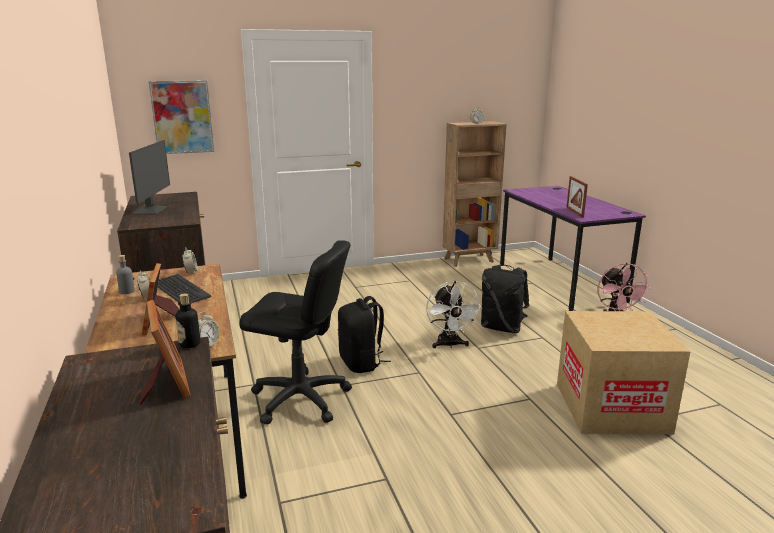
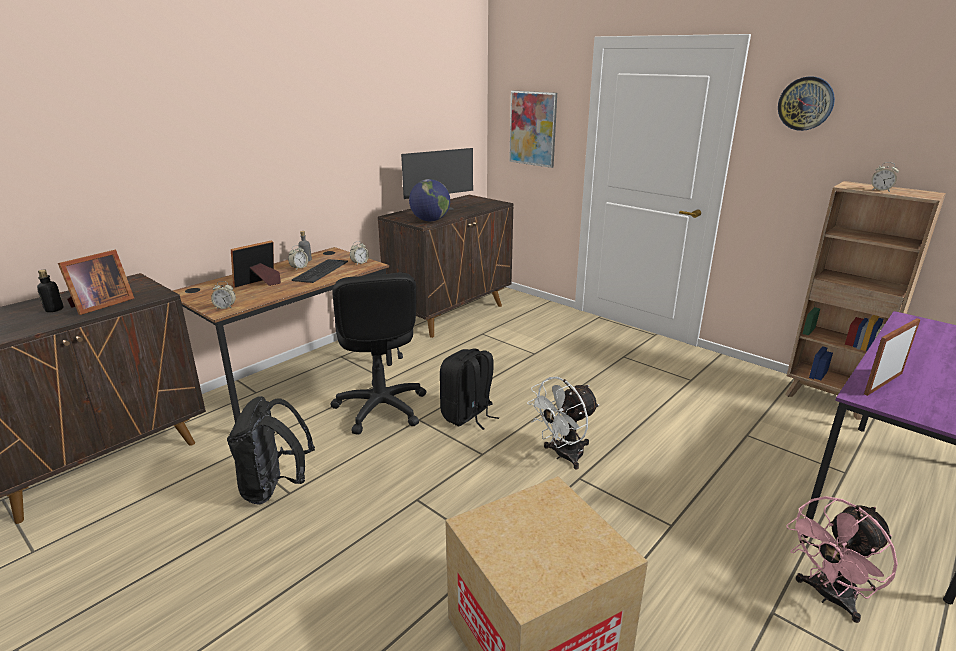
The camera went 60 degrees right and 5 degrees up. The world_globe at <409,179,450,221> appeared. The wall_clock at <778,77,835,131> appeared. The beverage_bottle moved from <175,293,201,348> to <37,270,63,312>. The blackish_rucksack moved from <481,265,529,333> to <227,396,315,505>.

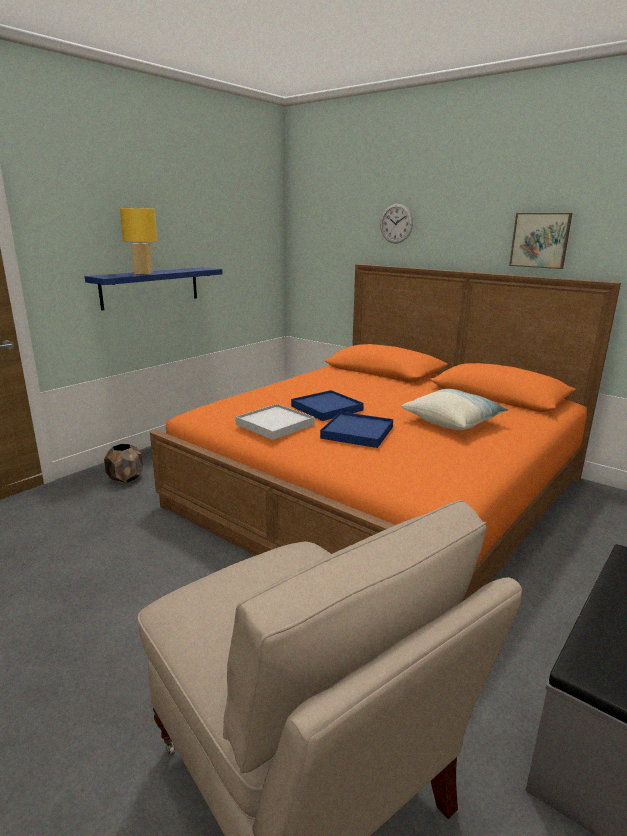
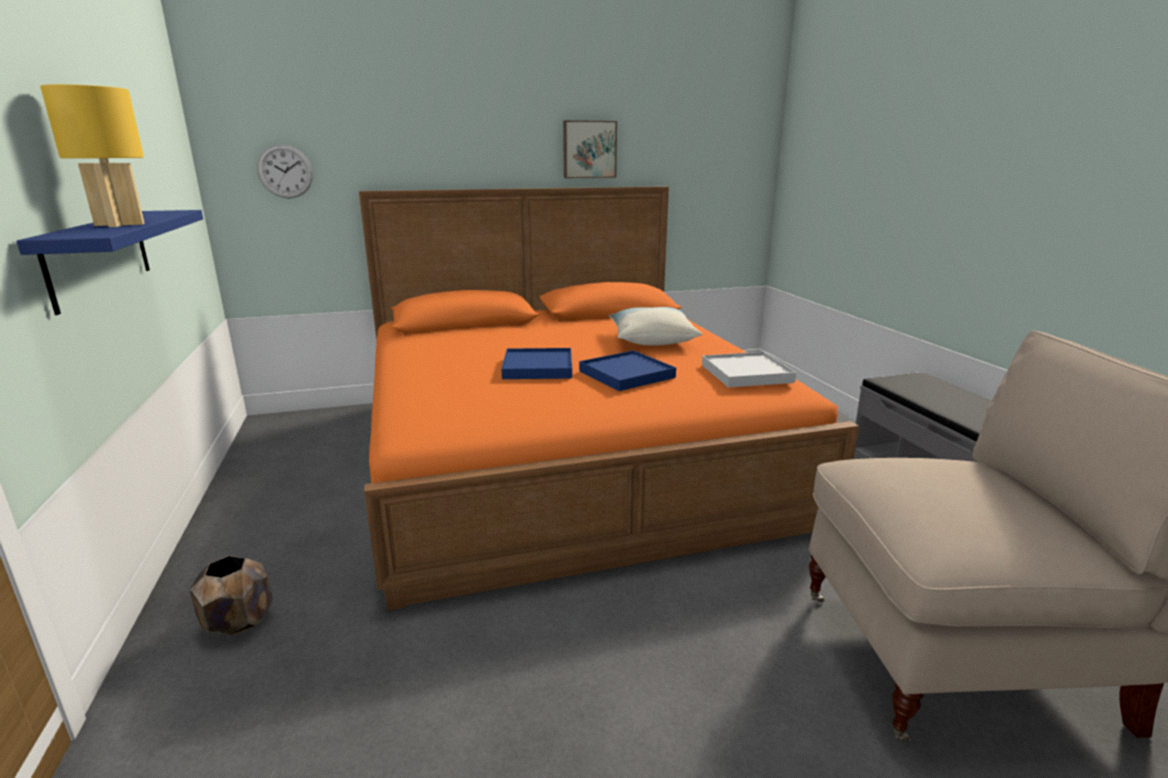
The camera went 55 degrees left and 0 degrees up. The white_serving_tray moved from <235,404,315,440> to <702,352,796,388>. The wall_clock moved from <380,204,413,244> to <257,144,313,198>.

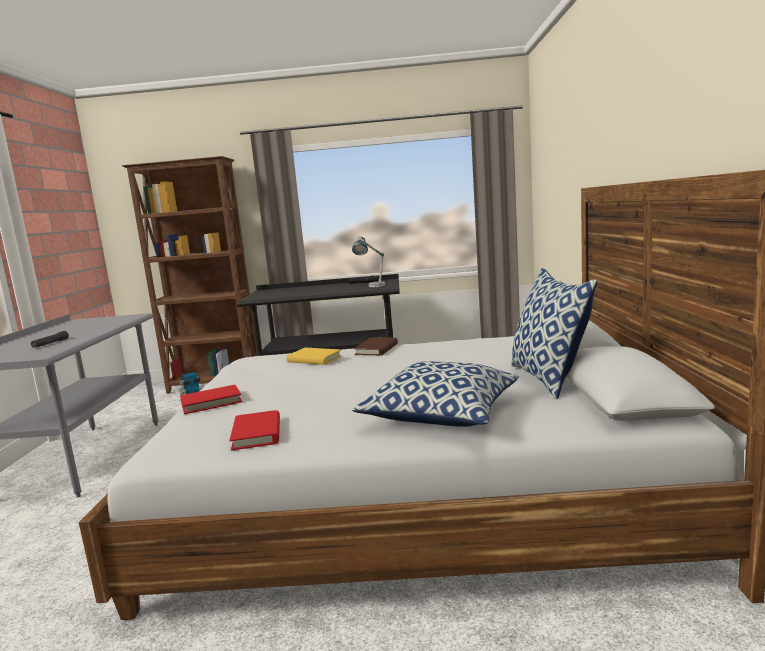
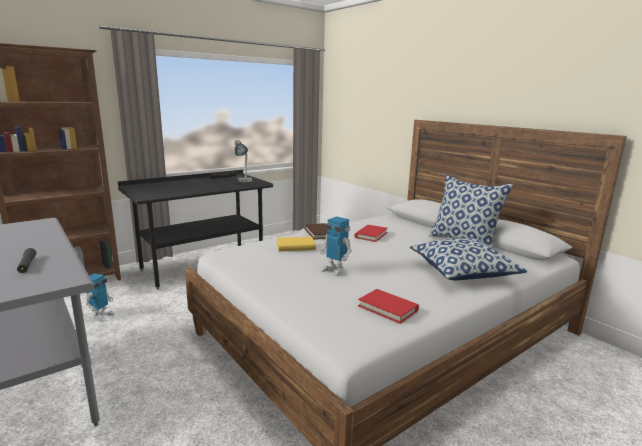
The camera went 40 degrees left and 5 degrees up. The model_robot at <320,216,352,276> appeared. The red_volume moved from <180,385,242,414> to <355,225,388,242>.

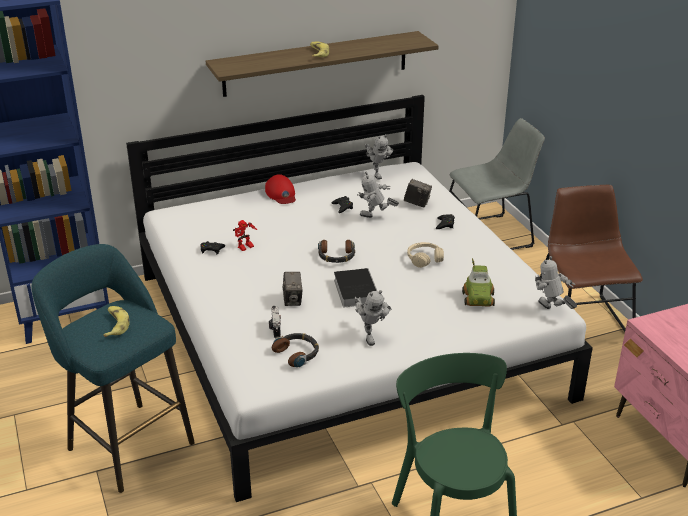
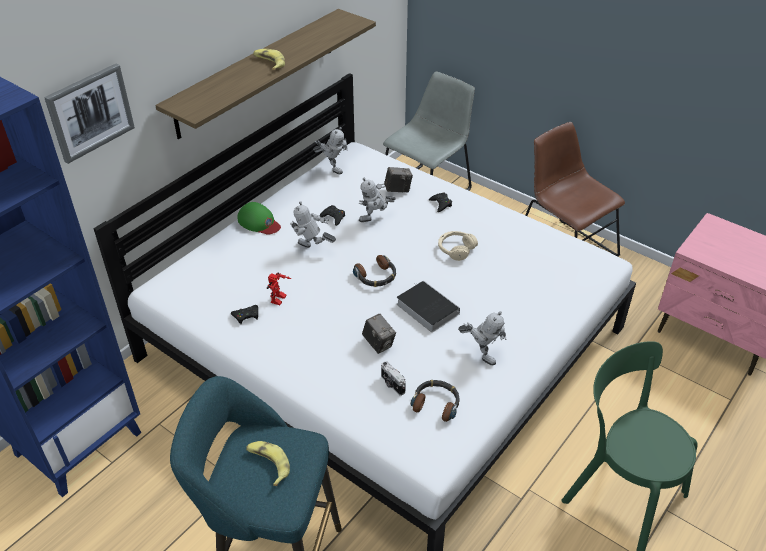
The camera went 30 degrees left and 10 degrees up. The model_car at <462,258,495,306> disappeared. The picture at <44,63,135,164> appeared. The model_robot moved from <535,256,577,309> to <290,201,336,248>. The red_baseball_cap at <265,174,296,204> became the greenish_baseball_cap at <237,202,281,234>.

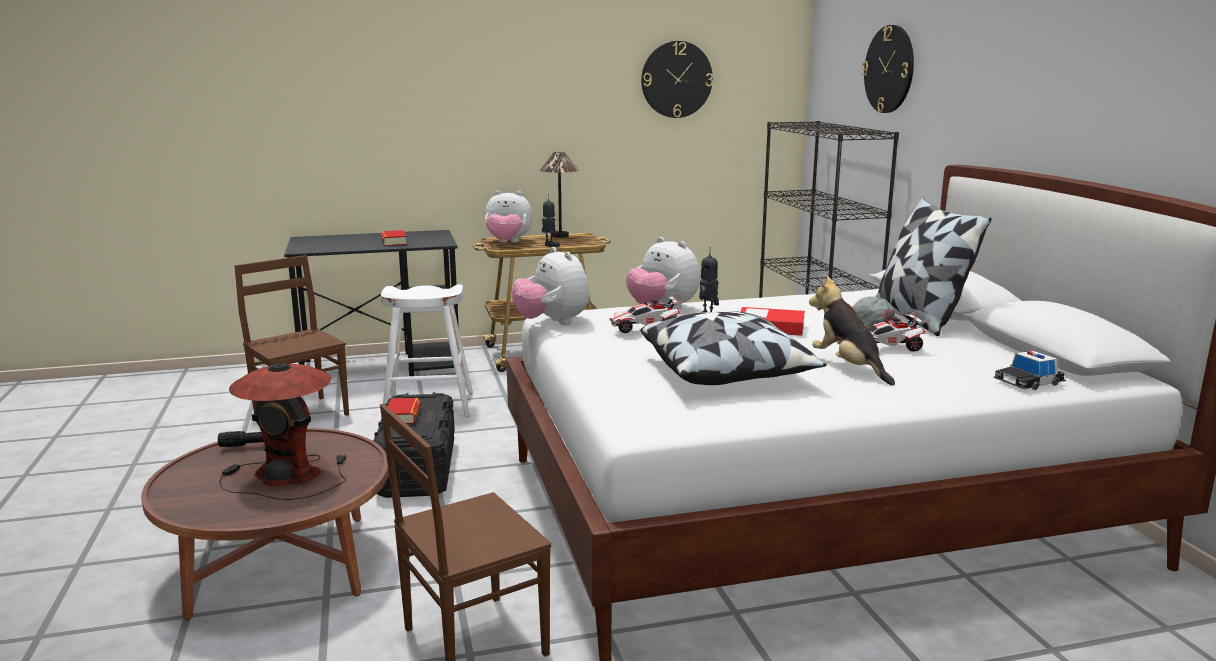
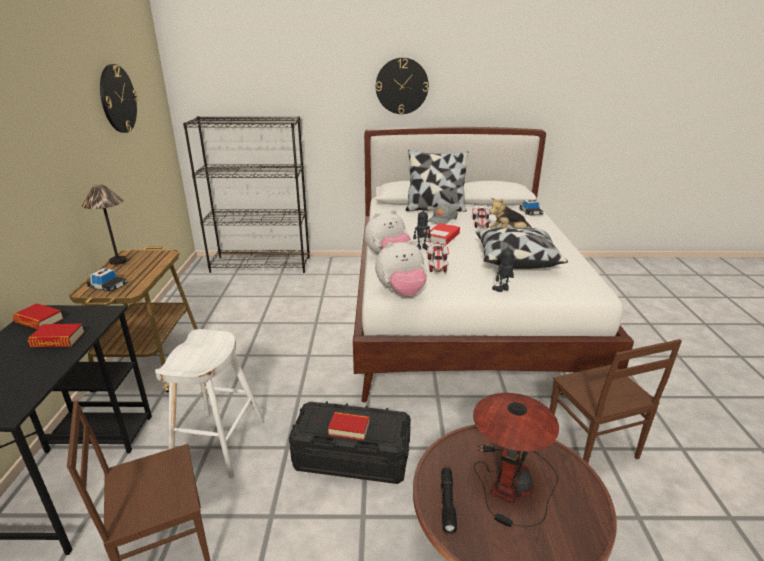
The camera went 75 degrees left and 10 degrees up. The volume at <12,303,64,329> appeared. The model_robot moved from <542,194,560,247> to <492,242,514,292>. The wall_clock moved from <862,25,914,113> to <376,57,429,114>. The cuddly_toy at <485,191,533,242> was replaced by the model_car at <86,268,129,292>.

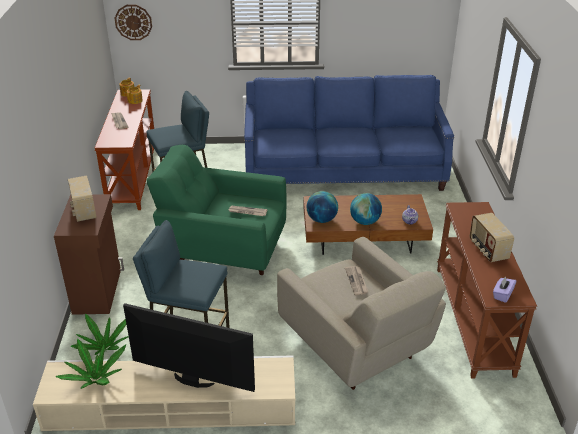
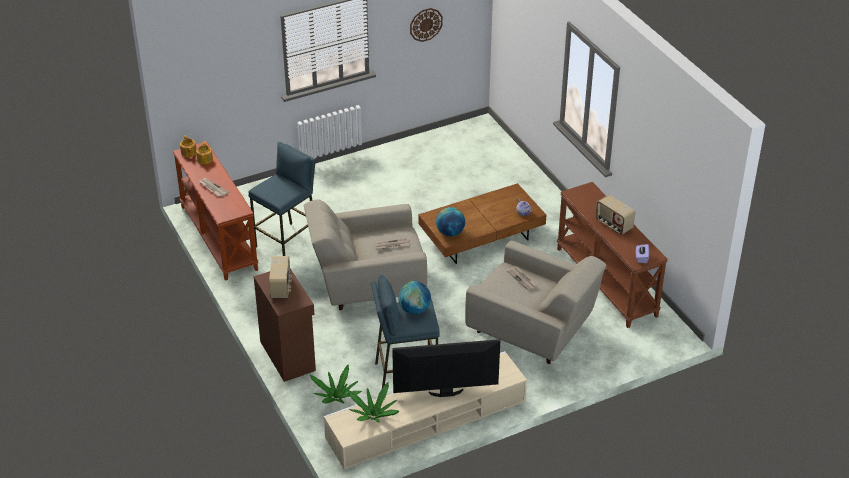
The camera went 25 degrees left and 5 degrees up. The bluish_couch at <244,75,454,191> disappeared. The wall_clock moved from <114,5,152,40> to <410,8,443,42>. The world_globe moved from <350,193,382,225> to <398,281,431,314>. The greenish_easy_chair at <147,145,286,275> became the beige_easy_chair at <304,199,427,310>. The radio_receiver at <68,176,97,222> turned 135 degrees counterclockwise.

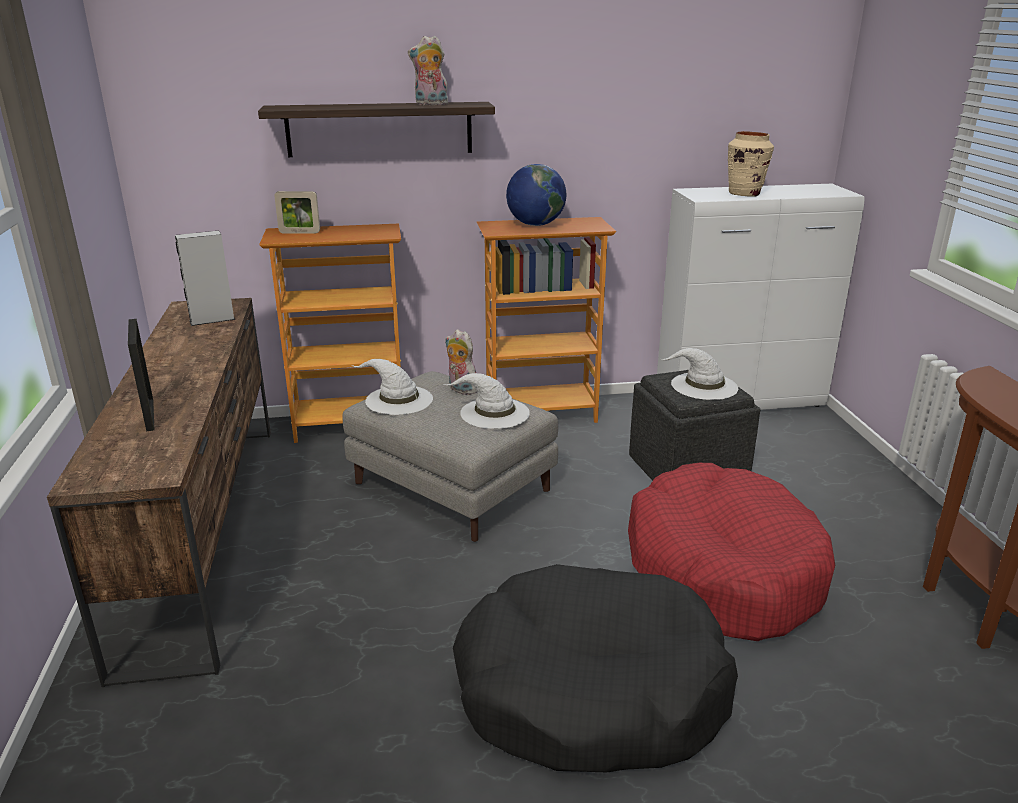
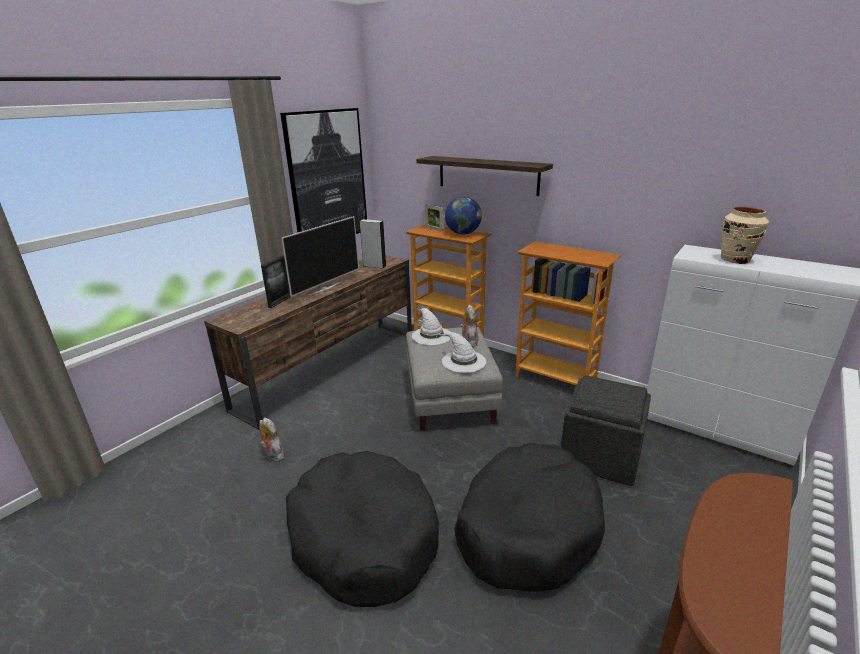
The camera went 45 degrees right and 0 degrees up. The white_clothing_hat at <661,348,738,400> disappeared. The picture at <280,108,367,234> appeared. The TV at <281,216,359,297> appeared. The cuddly_toy moved from <408,36,448,105> to <259,417,284,462>. The world_globe moved from <506,164,566,226> to <445,197,482,235>. The red_dog_bed at <628,463,835,641> became the blackish_dog_bed at <454,443,605,592>.

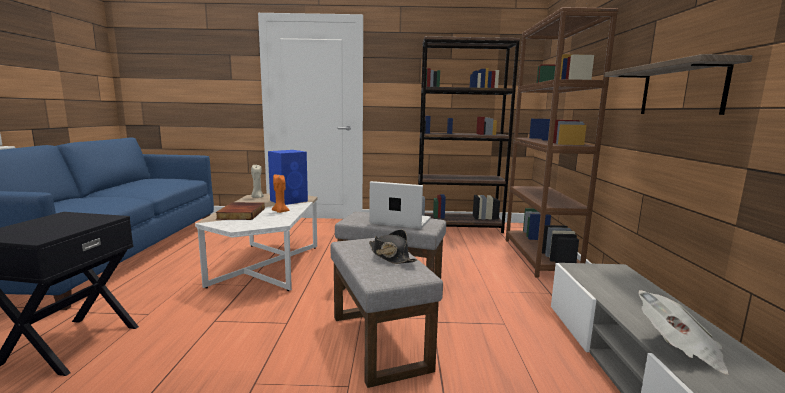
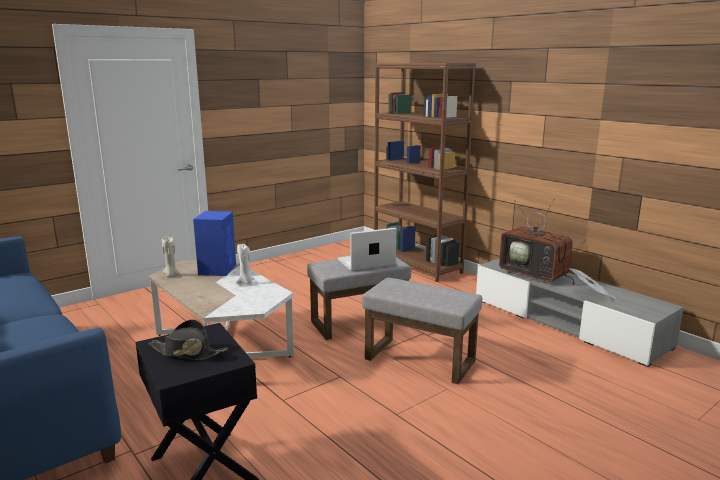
The camera went 40 degrees left and 5 degrees up. The volume at <216,202,265,220> disappeared. The brown-coloured_bookshelf at <418,36,520,233> disappeared. The wall_shelf at <604,54,752,115> disappeared. The TV at <499,198,575,284> appeared. The blackish_clothing_hat moved from <369,230,417,264> to <149,319,228,360>. The orange-coloured_candle at <272,175,290,213> became the white_candle at <236,244,254,284>.

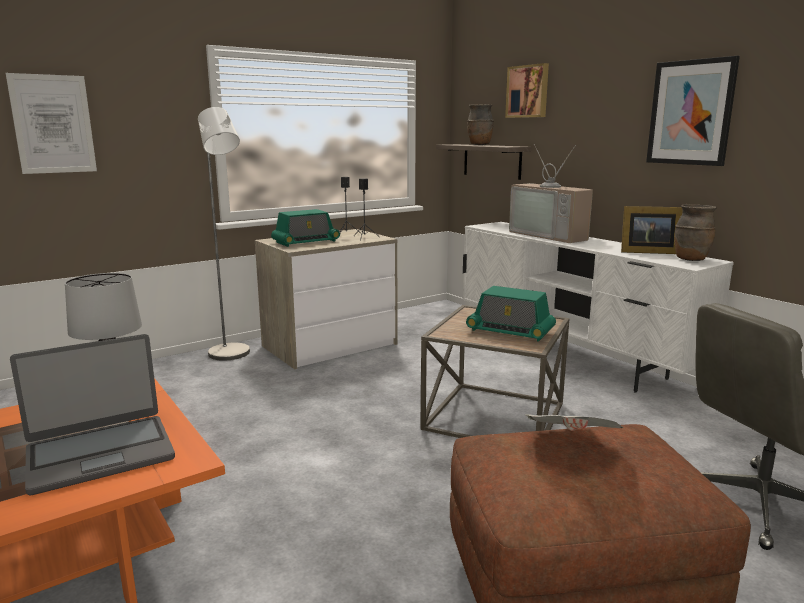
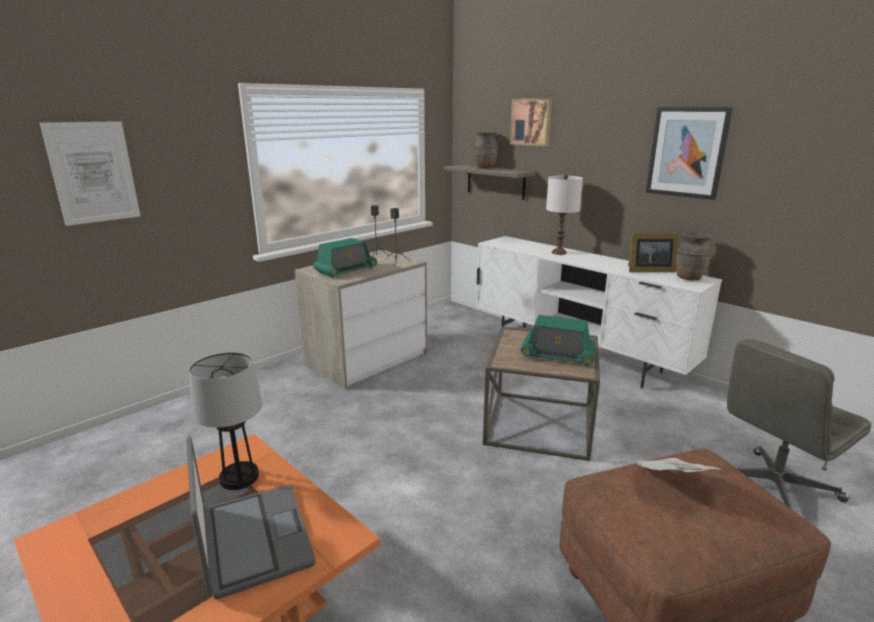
The camera went 10 degrees left and 5 degrees up. The greyish_standard_lamp at <198,107,250,361> disappeared. The TV at <509,144,593,243> was replaced by the white_tabletop_lamp at <546,174,583,255>. The laptop at <10,334,175,495> turned 75 degrees counterclockwise.

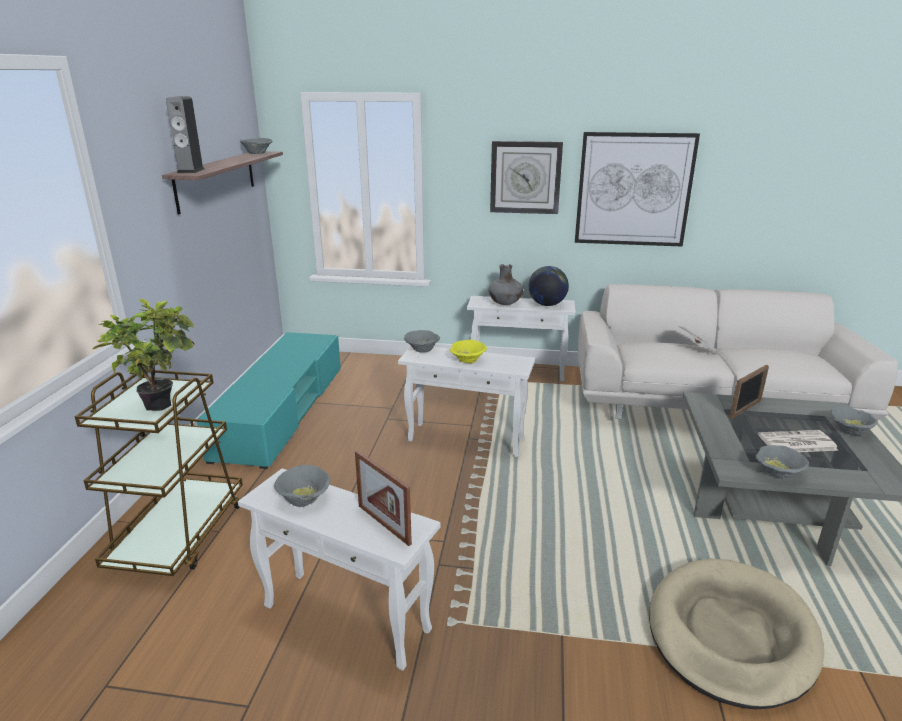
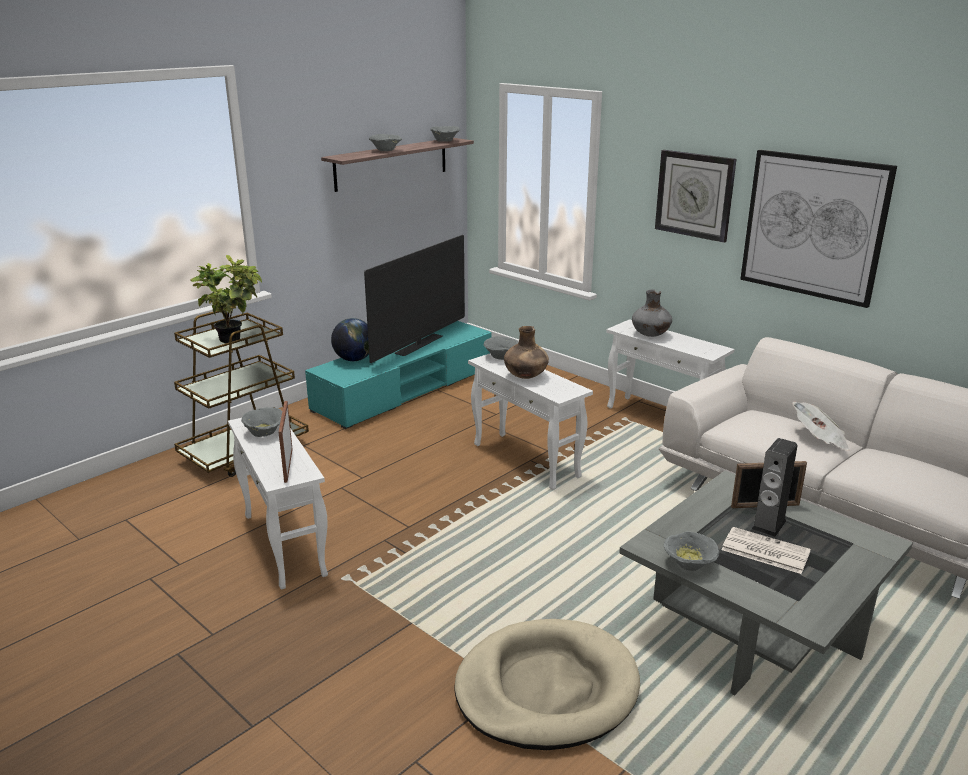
The camera went 35 degrees right and 0 degrees up. The TV at <364,235,465,363> appeared. The audio_speaker moved from <166,96,204,173> to <752,438,797,537>. The world_globe moved from <529,266,569,306> to <331,318,369,361>. The greyish_serving_bowl moved from <830,406,878,436> to <369,134,402,151>. The yellow_serving_bowl at <450,340,487,363> was replaced by the brown-coloured_vase at <504,326,549,379>.

